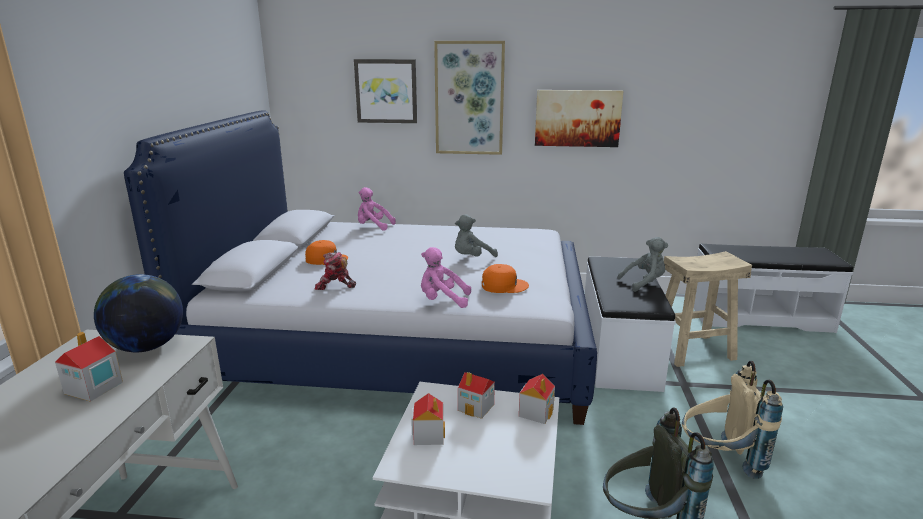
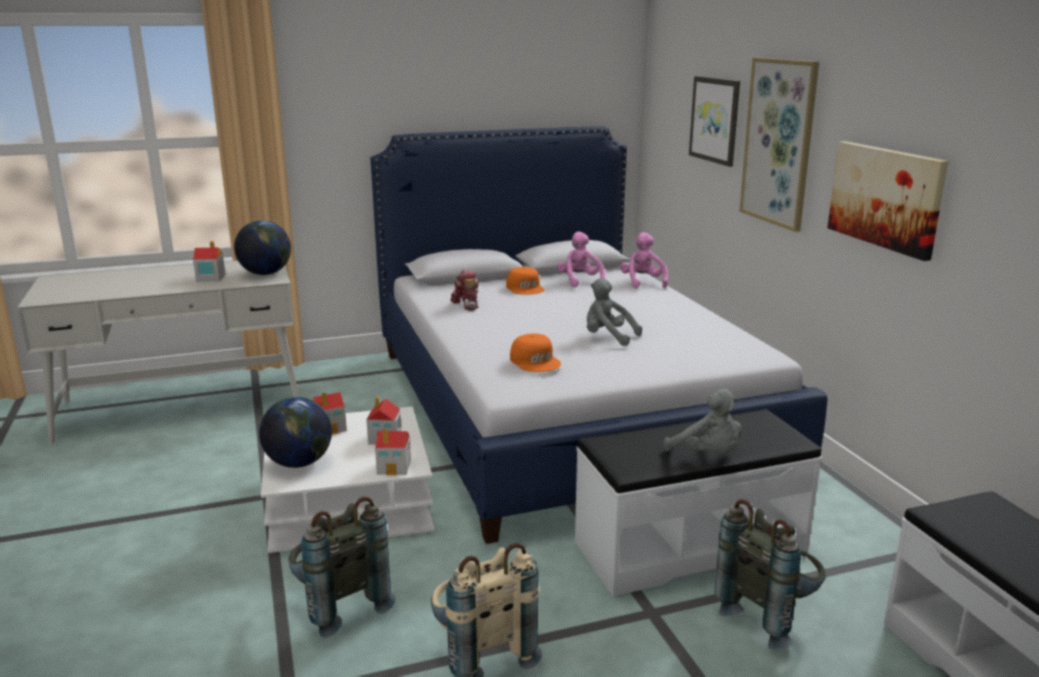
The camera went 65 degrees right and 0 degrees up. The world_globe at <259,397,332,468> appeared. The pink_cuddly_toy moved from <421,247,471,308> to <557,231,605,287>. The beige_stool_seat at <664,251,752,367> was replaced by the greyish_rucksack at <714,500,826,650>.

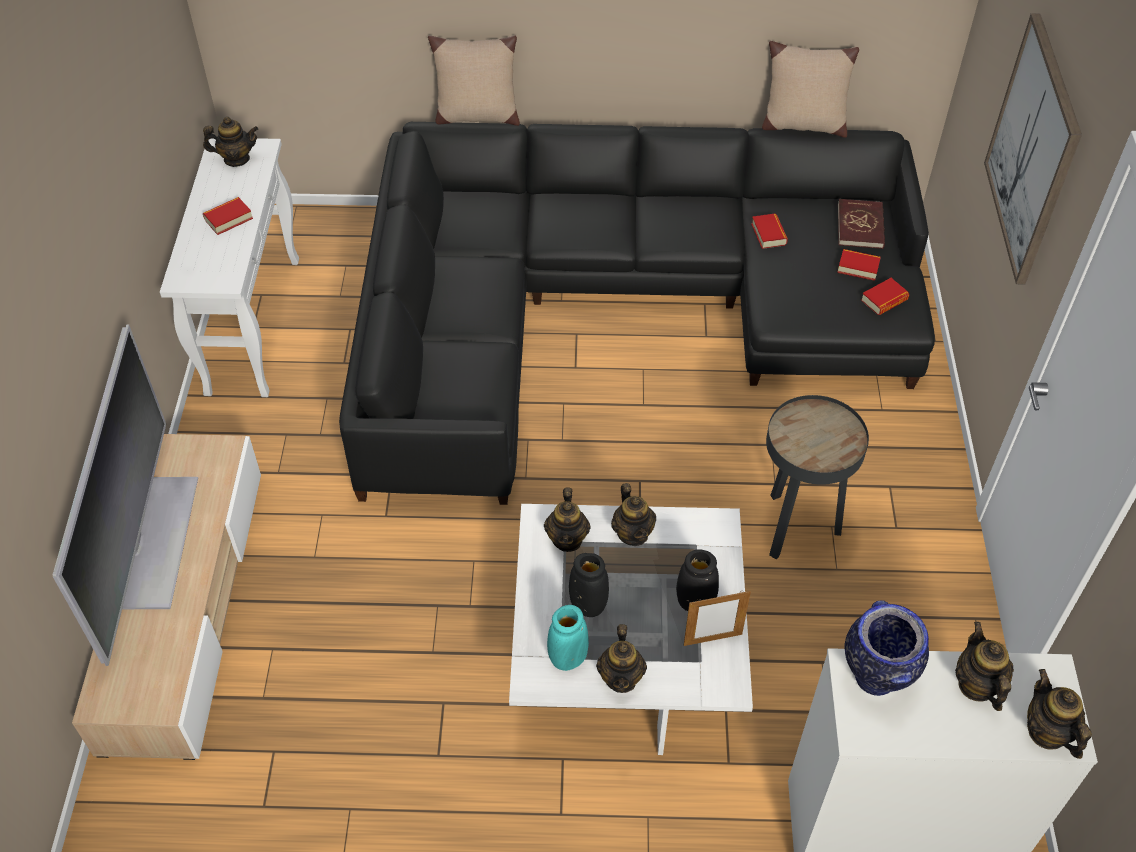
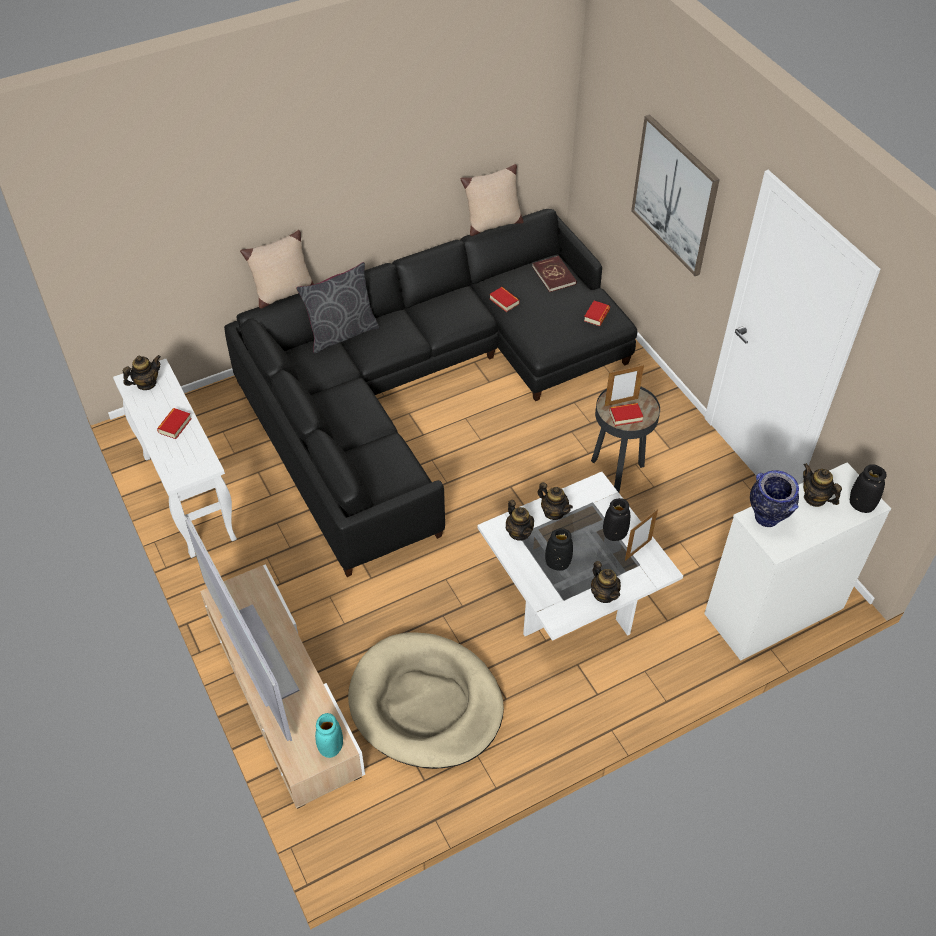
The camera went 30 degrees left and 0 degrees up. The greyish_throw_pillow at <296,262,380,354> appeared. The beige_dog_bed at <348,632,504,769> appeared. The photo_frame at <605,365,644,406> appeared. The turquoise-coloured_vase moved from <547,605,589,671> to <315,713,343,758>. The volume moved from <837,249,881,281> to <609,403,643,426>. The pot_for_tea at <1027,669,1092,759> was replaced by the blackish_vase at <850,464,887,513>.

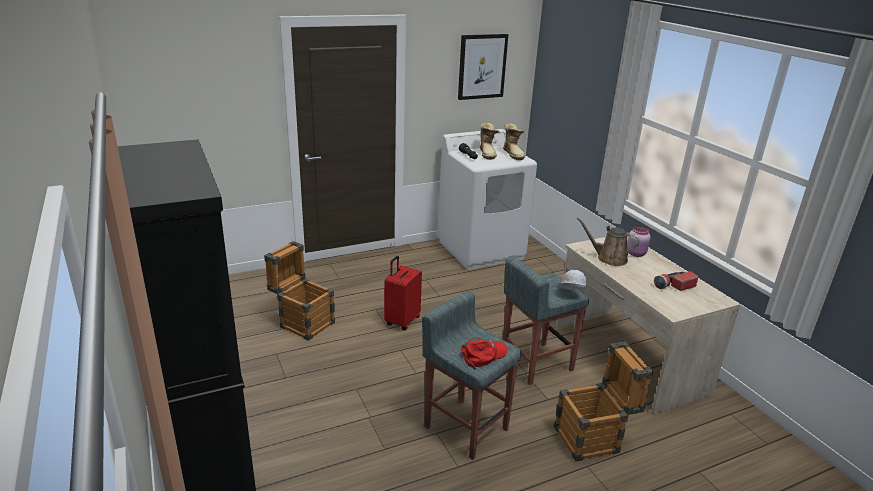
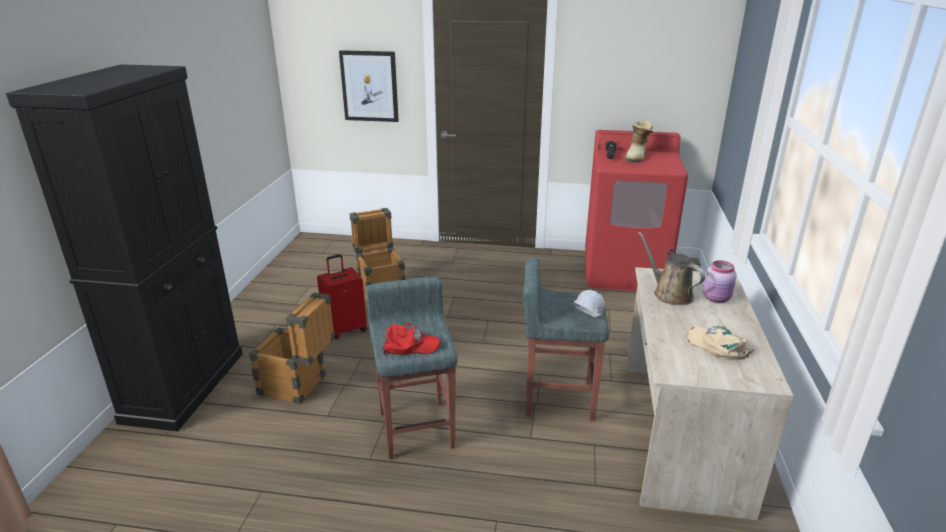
The camera went 35 degrees right and 0 degrees up. The high-top_boot at <503,123,525,160> disappeared. The red_travel_case moved from <384,256,422,330> to <317,254,367,339>. The picture moved from <458,34,508,100> to <339,50,399,122>. The shipping_crate moved from <554,342,653,462> to <249,292,335,404>. The flashlight at <654,271,698,291> was replaced by the beige_baseball_cap at <687,325,754,359>. The white_laundry_appliance at <437,129,537,270> became the red_laundry_appliance at <585,130,688,291>.

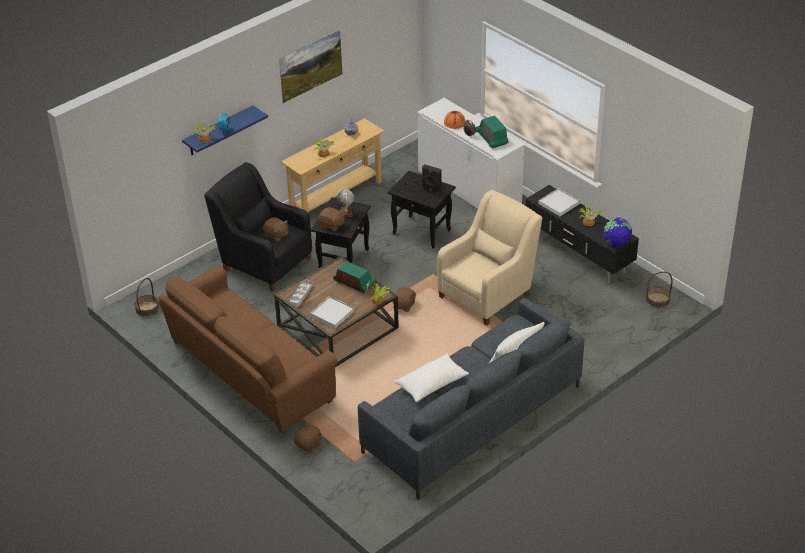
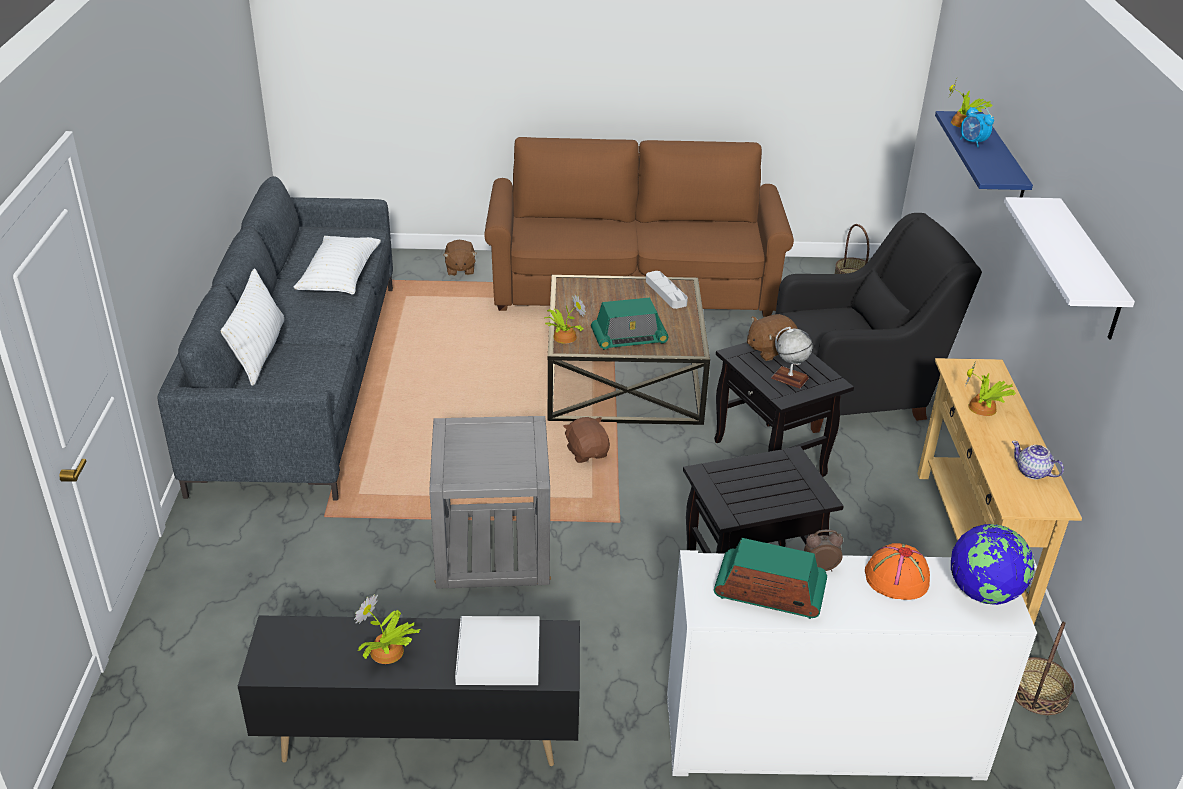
The camera went 130 degrees right and 5 degrees down. The brown-coloured_cuddly_toy at <263,217,288,242> disappeared. The white_serving_tray at <310,296,354,328> disappeared. The blackish_audio_speaker at <422,164,442,194> disappeared. The world_globe moved from <603,218,632,246> to <951,524,1034,605>. The storage_basket moved from <646,271,673,308> to <1015,622,1074,715>. The picture at <279,30,342,103> was replaced by the white_wall_shelf at <1004,197,1135,340>. The beige_easy_chair at <437,190,542,326> was replaced by the greyish_end_table at <429,416,551,589>.

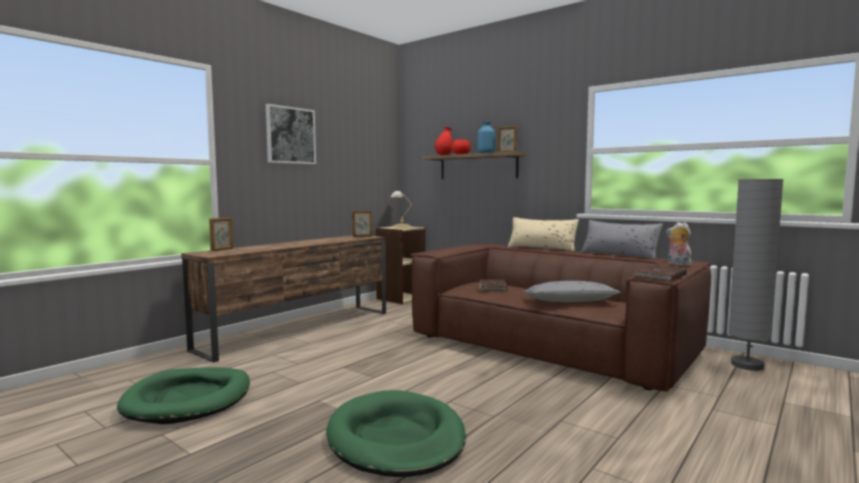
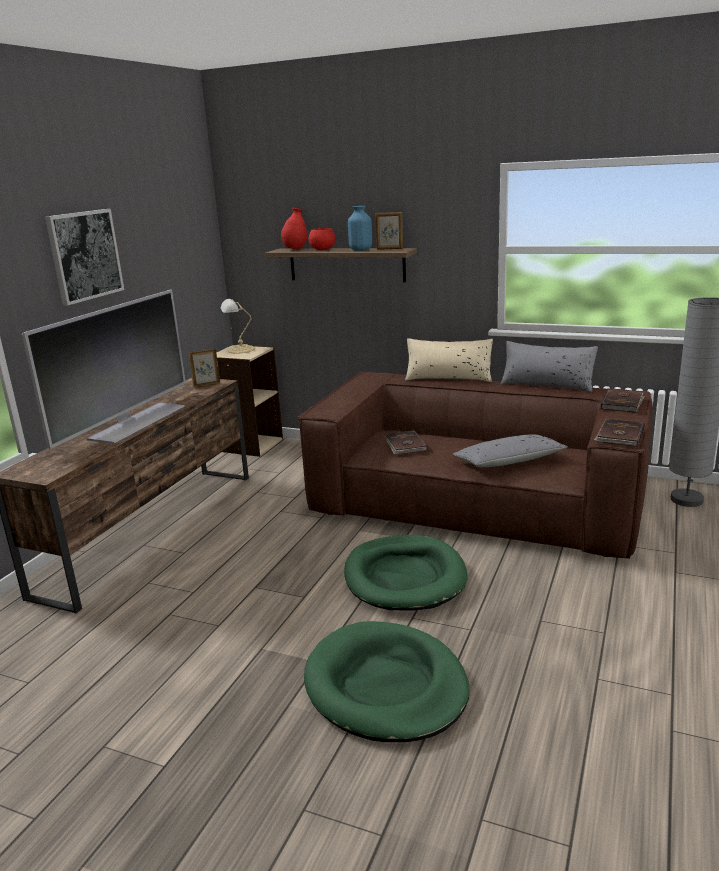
The camera went 15 degrees left and 15 degrees up. The photo_frame at <209,217,233,251> disappeared. The TV at <22,289,186,449> appeared. The greenish_dog_bed moved from <117,367,250,424> to <344,535,468,610>. The cuddly_toy at <666,222,692,266> was replaced by the brown-coloured_volume at <601,389,645,413>.

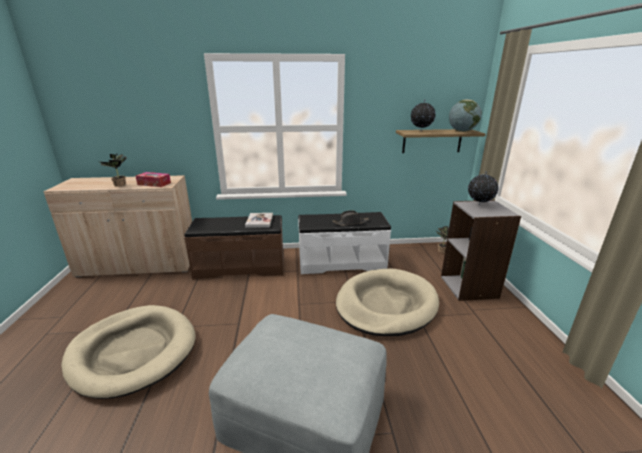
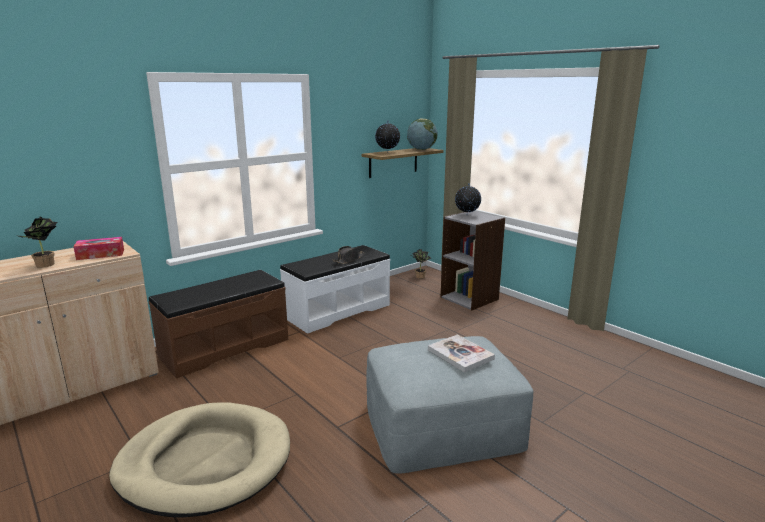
The camera went 35 degrees left and 5 degrees down. The beige_dog_bed at <336,269,439,336> disappeared. The volume moved from <245,213,273,228> to <428,335,495,372>.

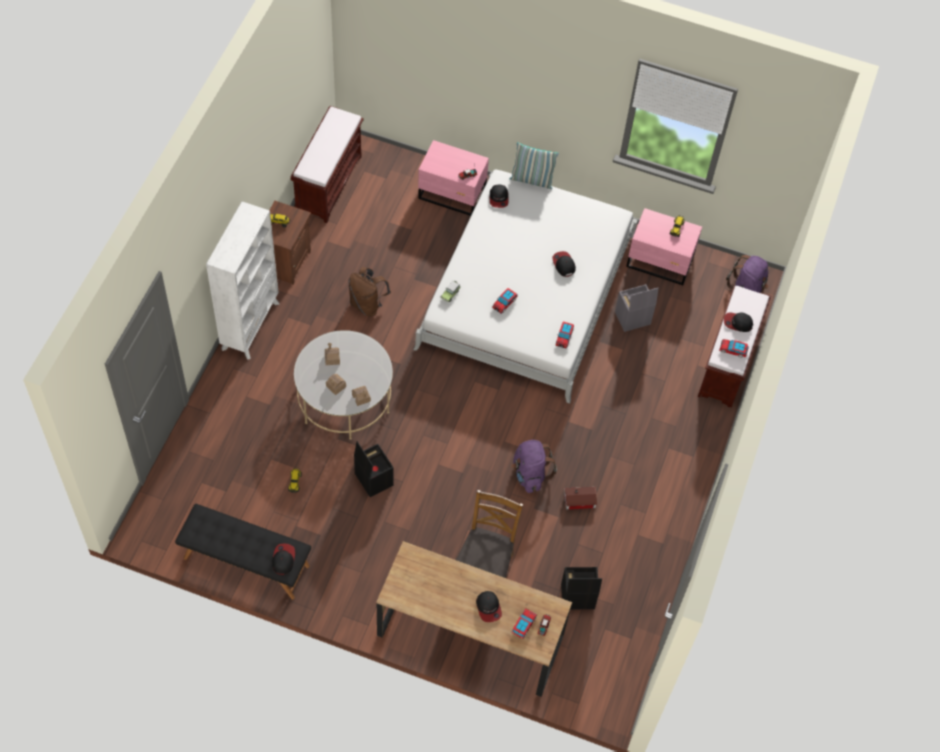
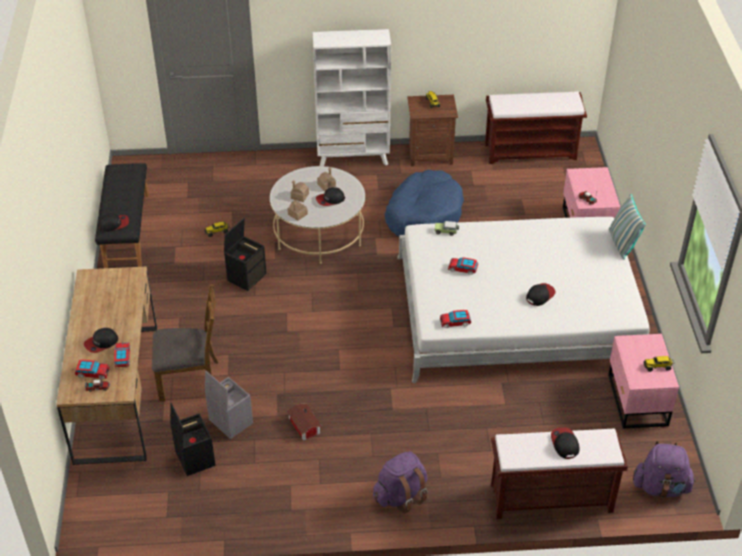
The camera went 70 degrees right and 15 degrees down. The baseball_cap moved from <490,184,508,208> to <316,187,345,206>. The purplish_rucksack moved from <511,440,557,493> to <373,451,427,514>. The greyish_storage_bin moved from <615,284,658,332> to <205,371,253,439>. The model_car moved from <719,339,749,358> to <113,342,131,368>. The brown-coloured_rucksack at <348,267,391,317> was replaced by the bluish_dog_bed at <384,170,464,237>.

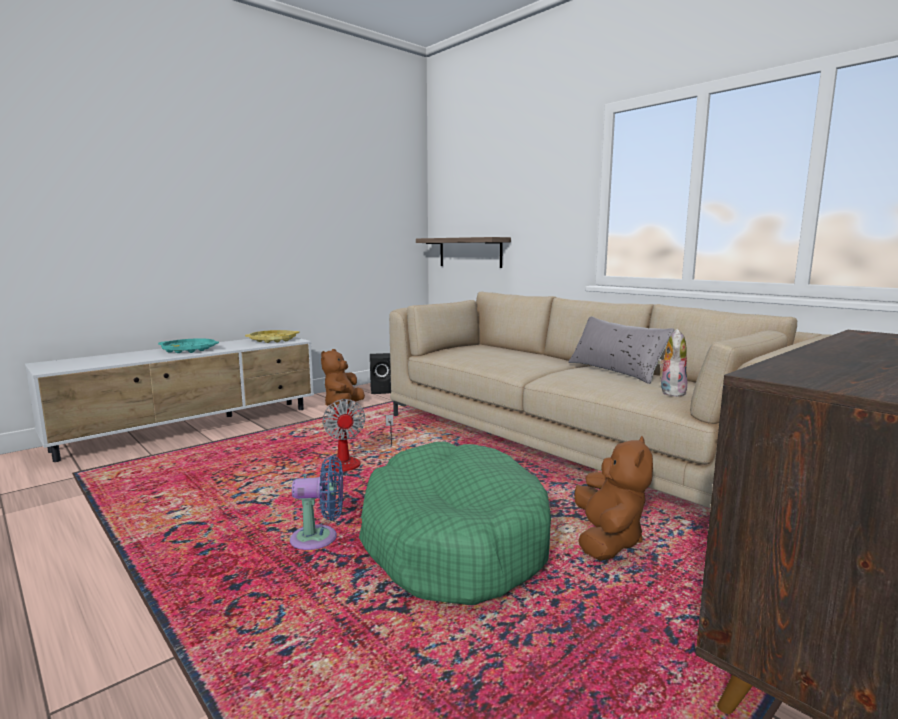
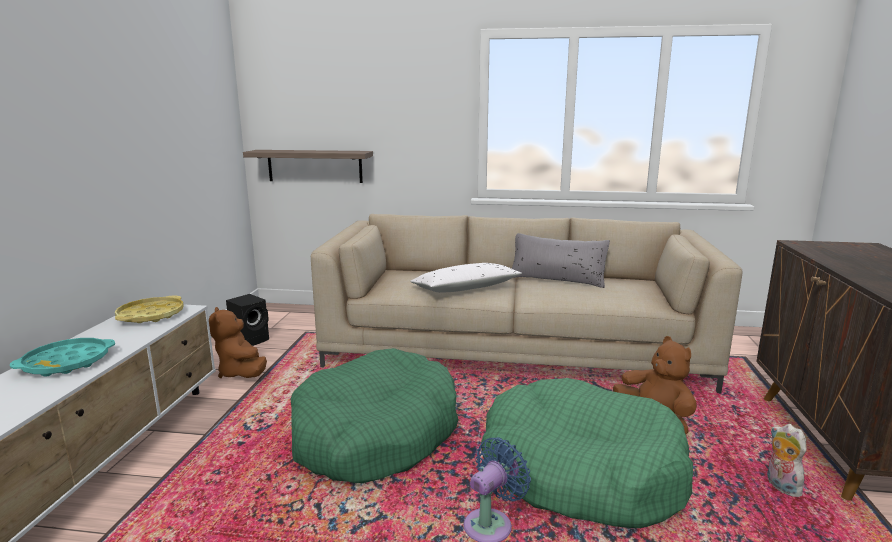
The camera went 40 degrees left and 5 degrees up. The white_throw_pillow at <410,263,522,292> appeared. The cuddly_toy moved from <658,329,687,397> to <767,424,807,497>. The electric_fan at <322,399,393,471> was replaced by the greenish_dog_bed at <291,348,458,483>.

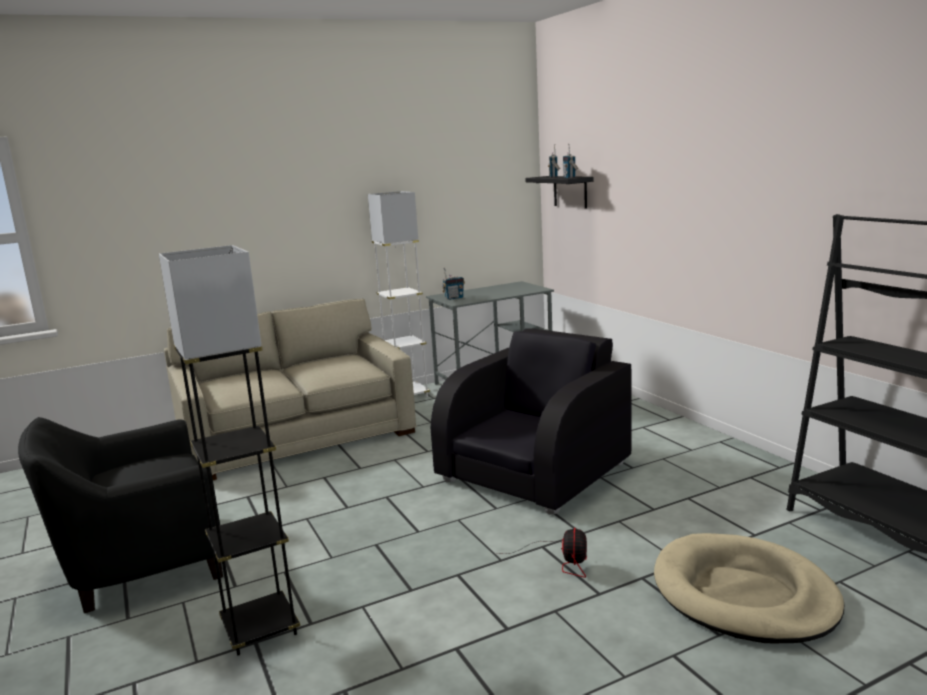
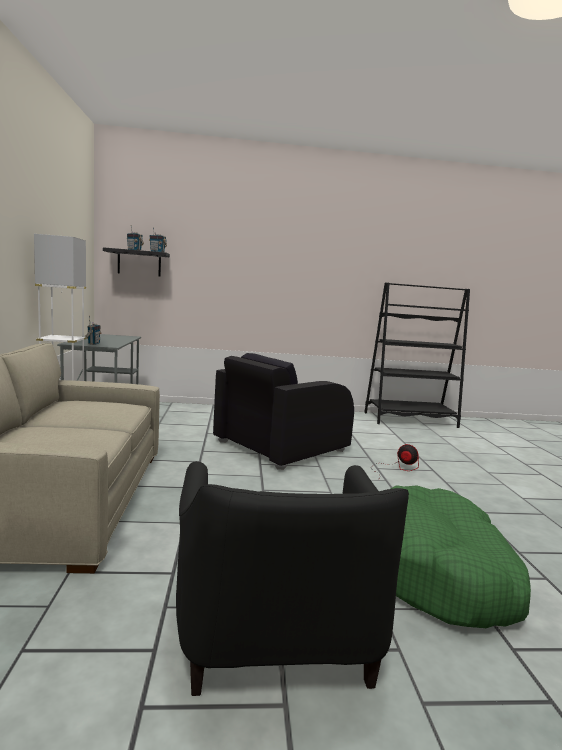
The camera went 70 degrees left and 5 degrees down. The beige_dog_bed at <654,533,845,643> disappeared. The greyish_standard_lamp at <159,245,300,656> was replaced by the greenish_dog_bed at <391,485,531,628>. The blackish_easy_chair at <431,328,632,515> turned 105 degrees counterclockwise.

